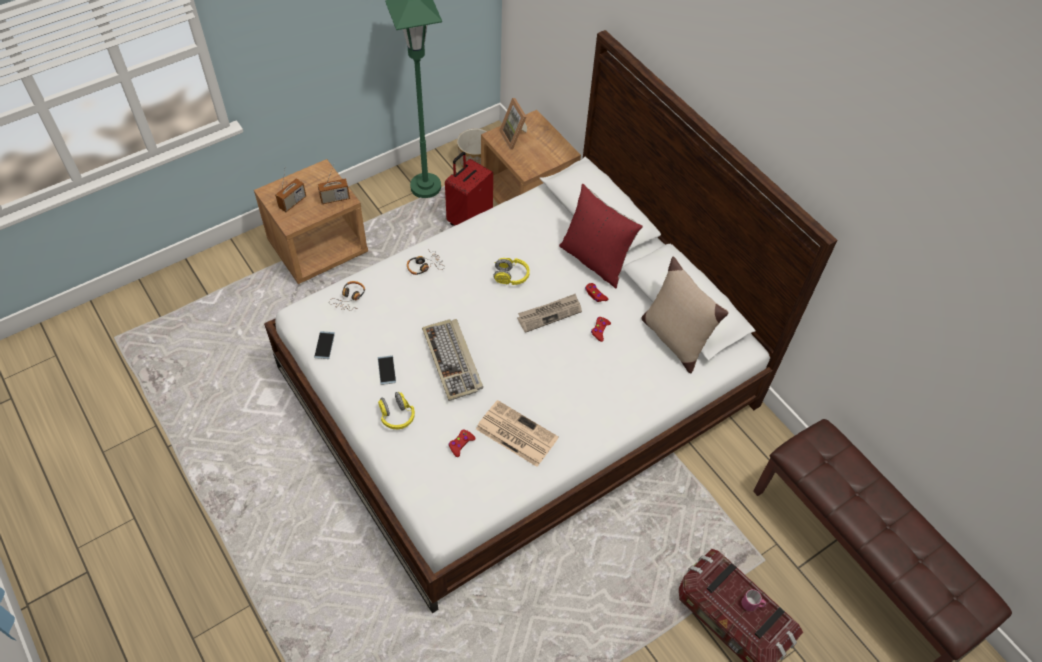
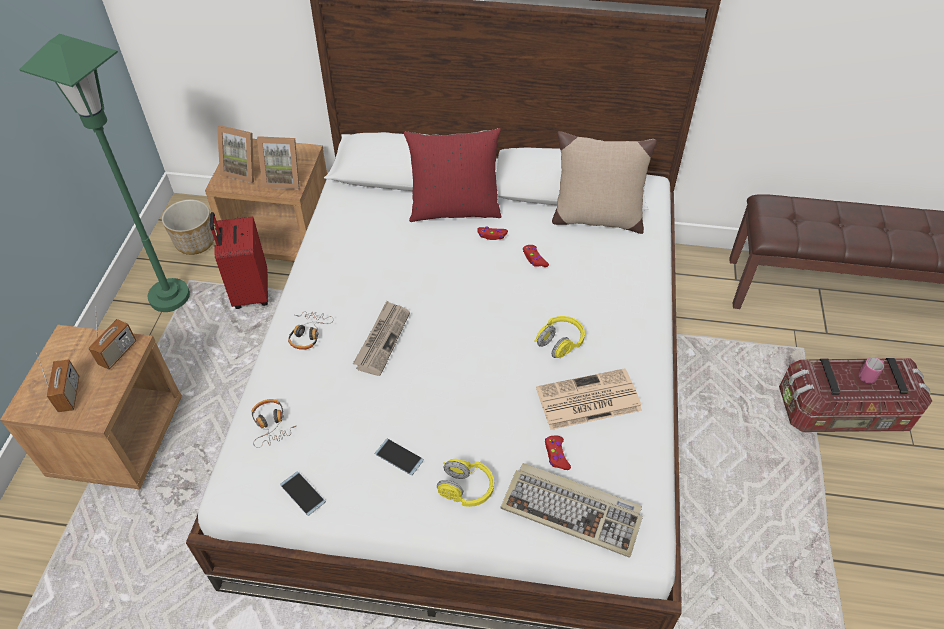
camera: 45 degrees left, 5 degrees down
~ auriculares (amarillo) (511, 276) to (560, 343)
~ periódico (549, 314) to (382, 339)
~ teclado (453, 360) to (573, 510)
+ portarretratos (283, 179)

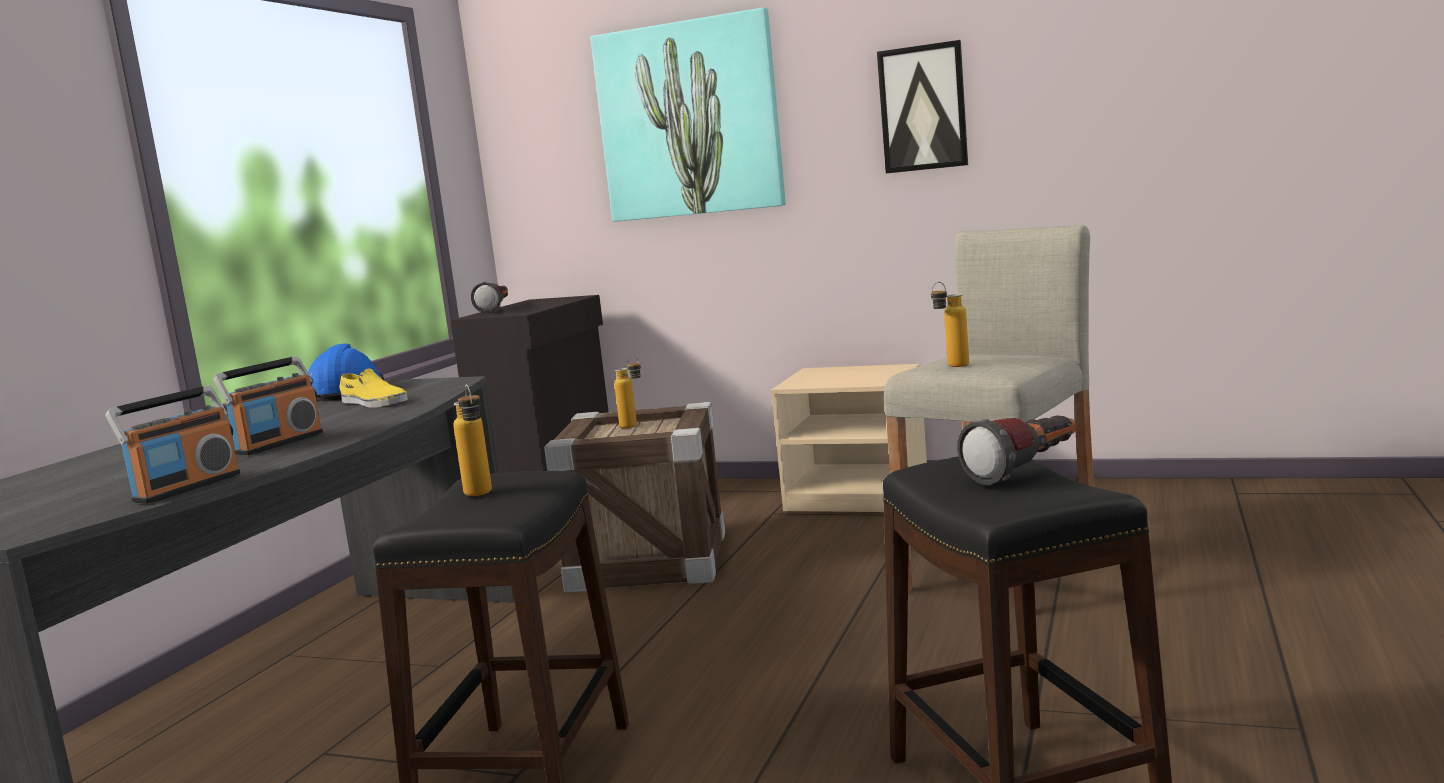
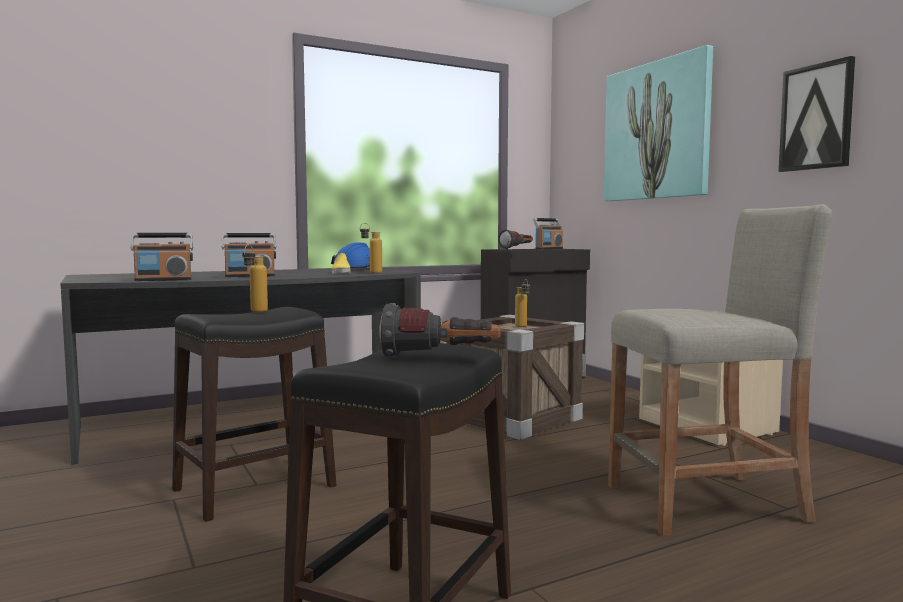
camera: 40 degrees right, 5 degrees down
~ botella (951, 367) to (371, 272)
+ radio (548, 249)

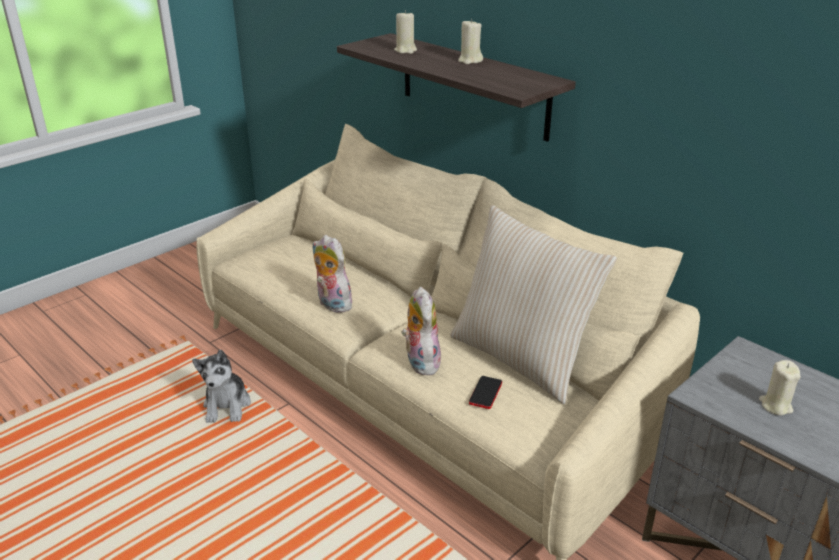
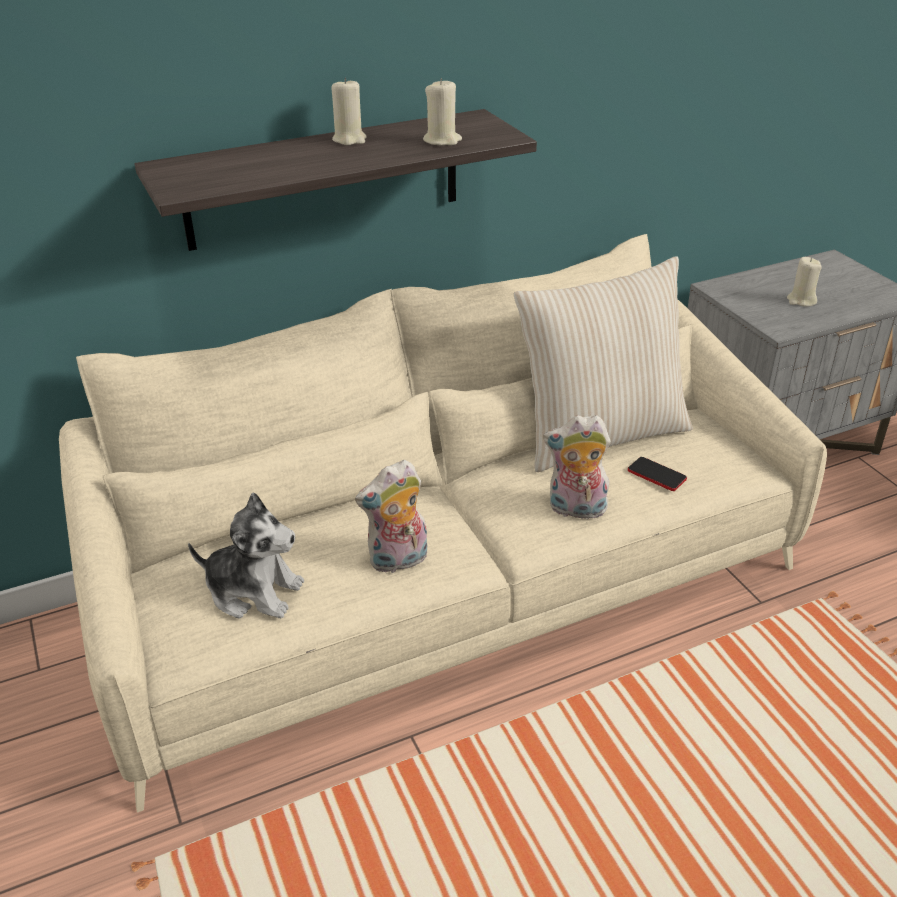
camera: 70 degrees left, 5 degrees up
~ vela (beis) (405, 50) to (442, 140)
~ peluche (227, 405) to (254, 591)

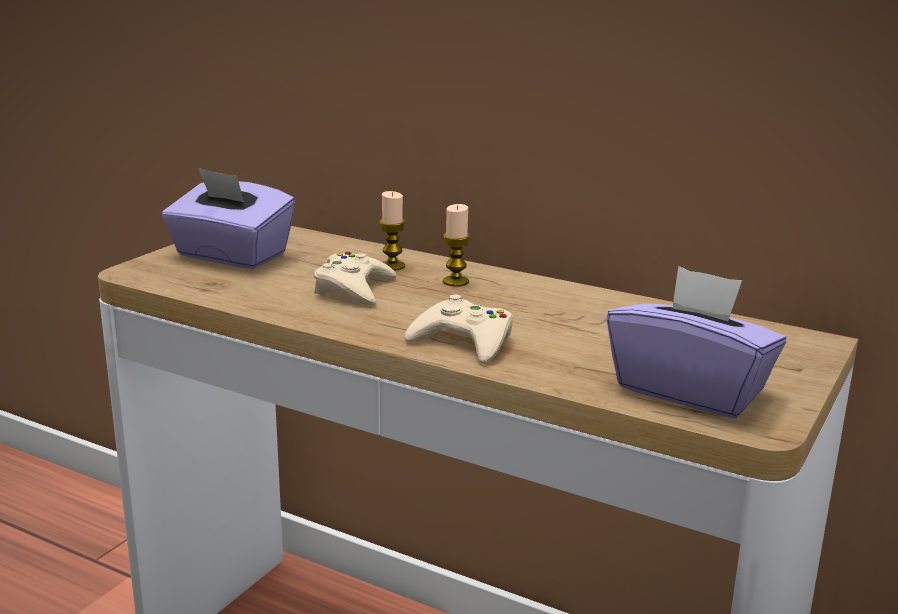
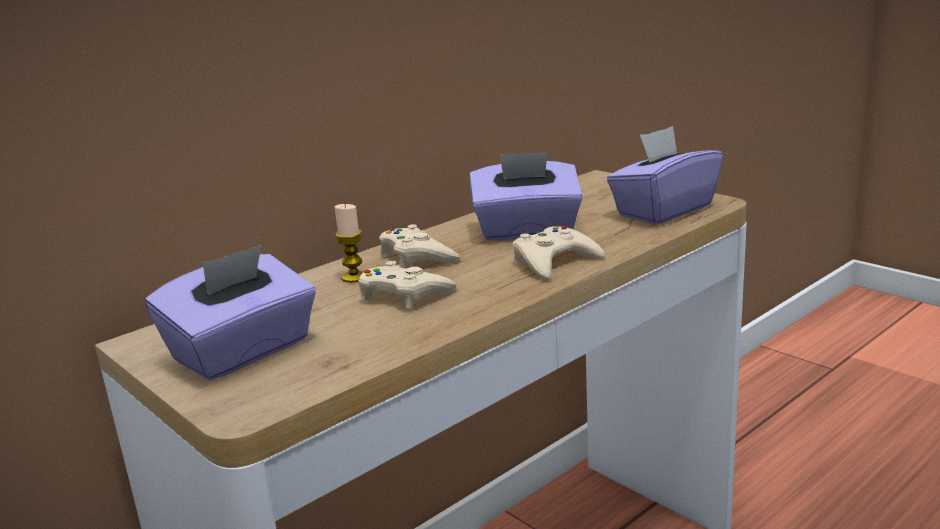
camera: 70 degrees left, 0 degrees up
~ vela (455, 282) to mando de consola (beis) (417, 256)
+ caja de pañuelos (morado) (527, 231)

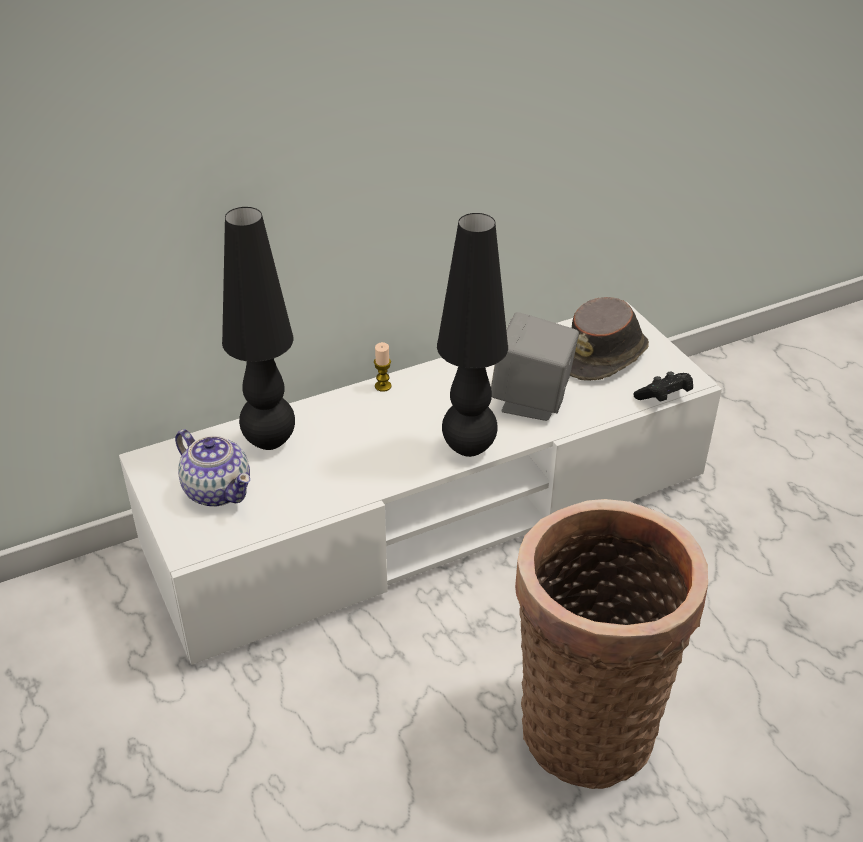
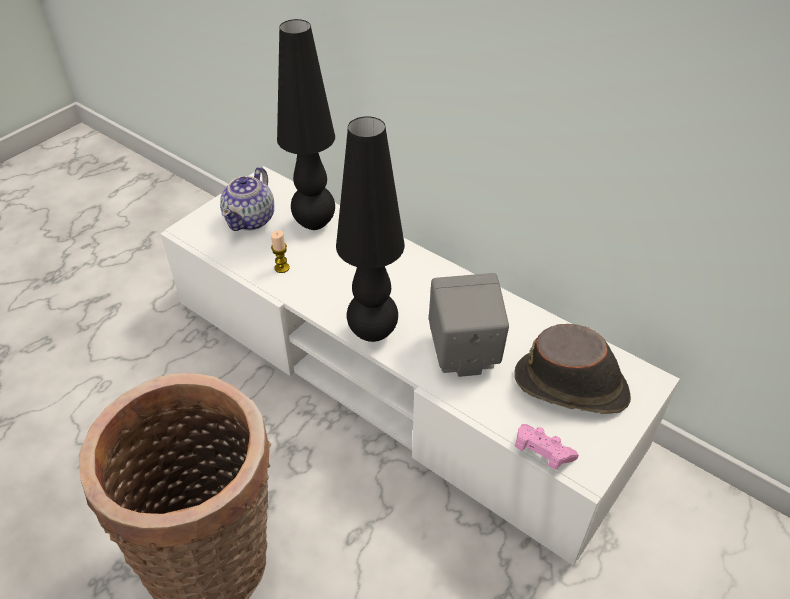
camera: 65 degrees right, 5 degrees up
~ vela (383, 386) to (282, 268)
~ mando de consola (negro) (663, 397) to mando de consola (rosa) (541, 453)

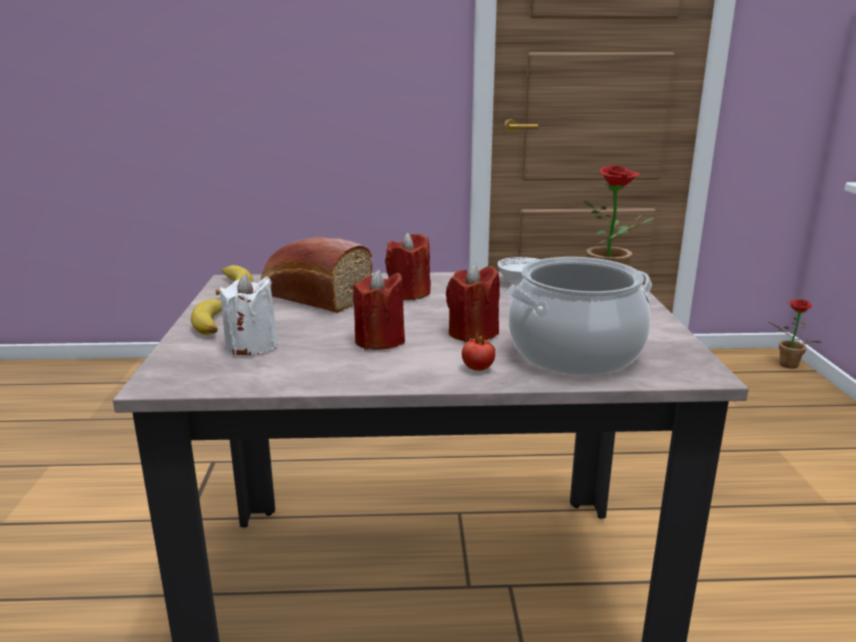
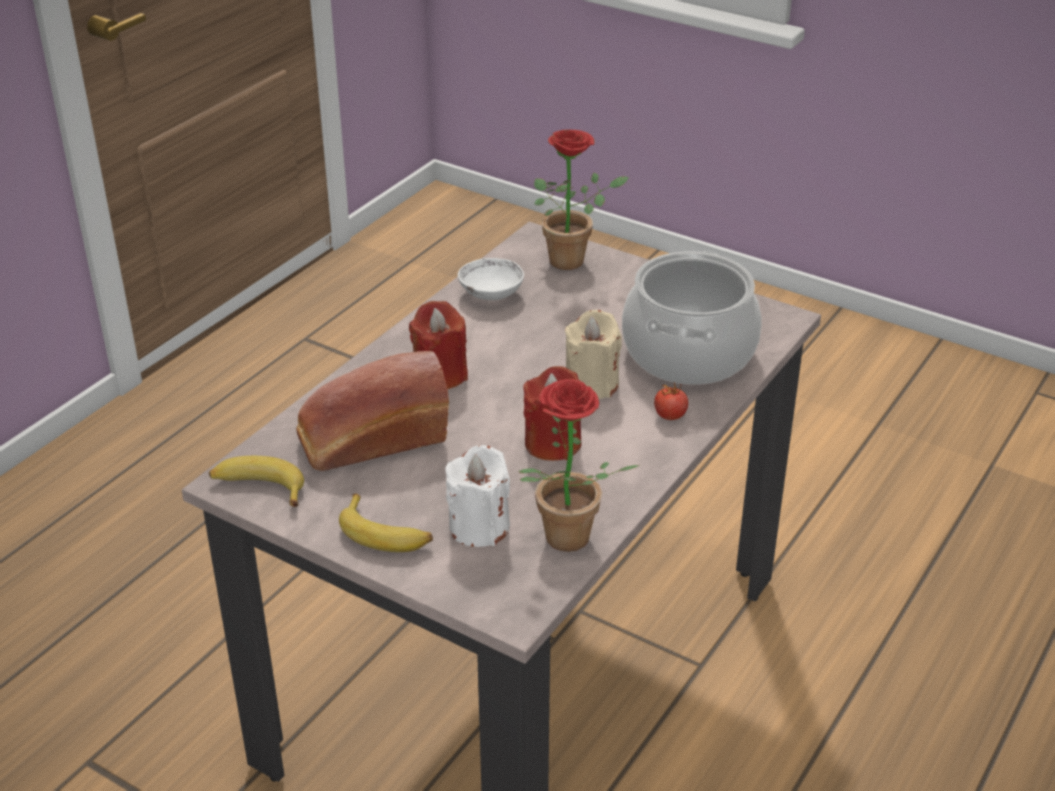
camera: 55 degrees left, 15 degrees up
~ vela (rojo) (472, 333) to vela (beis) (591, 384)
~ planta en maceta (785, 365) to (564, 543)

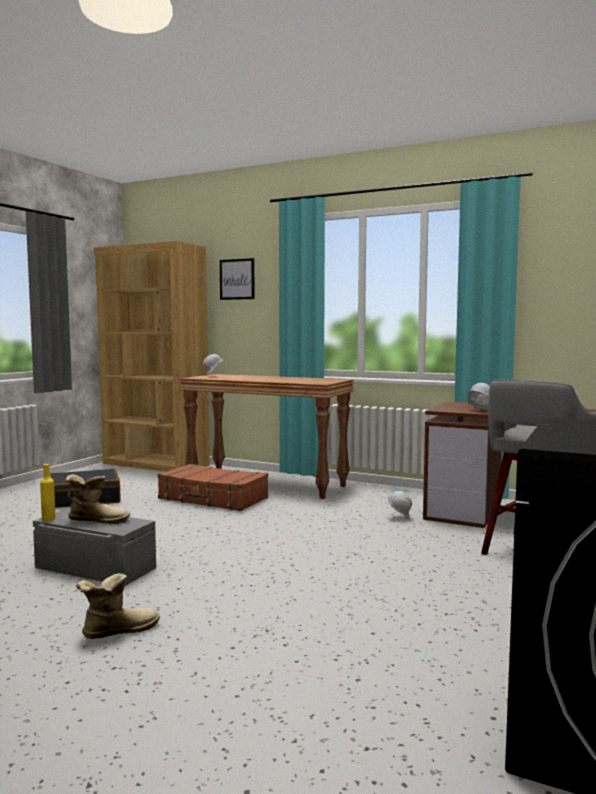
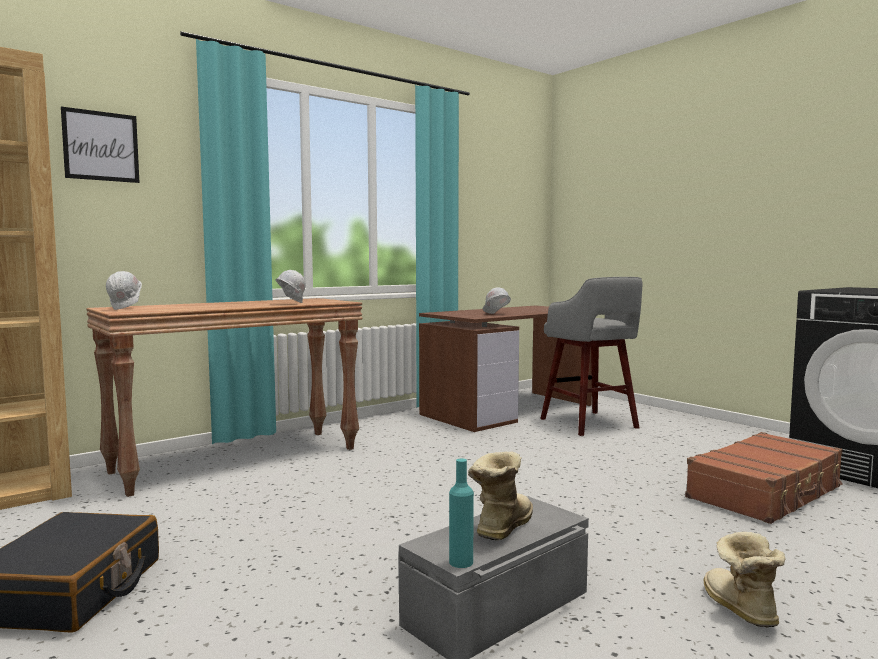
camera: 65 degrees left, 0 degrees up
~ botella (amarillo) (48, 519) to botella (turquesa) (461, 562)
~ maleta (marrón) (213, 499) to (766, 493)
~ casco (blanco) (399, 517) to (290, 303)

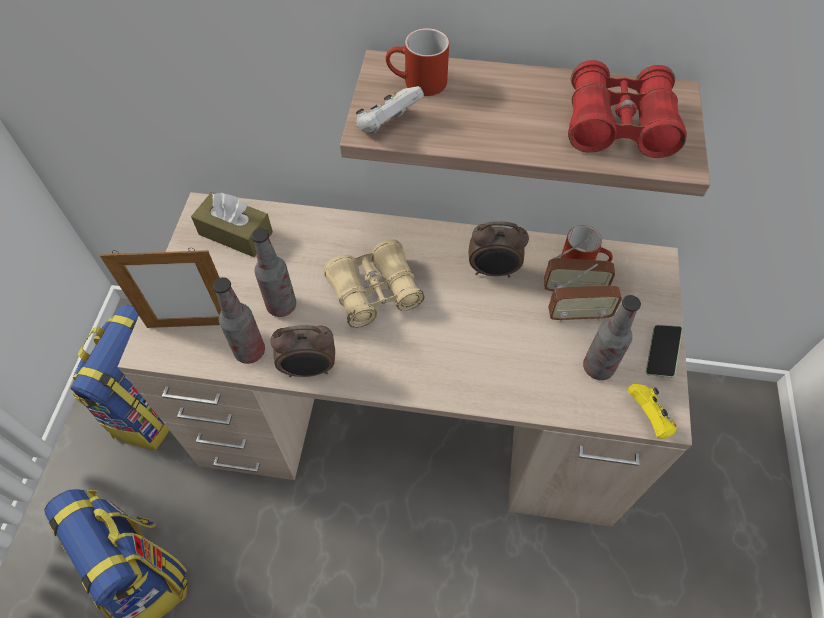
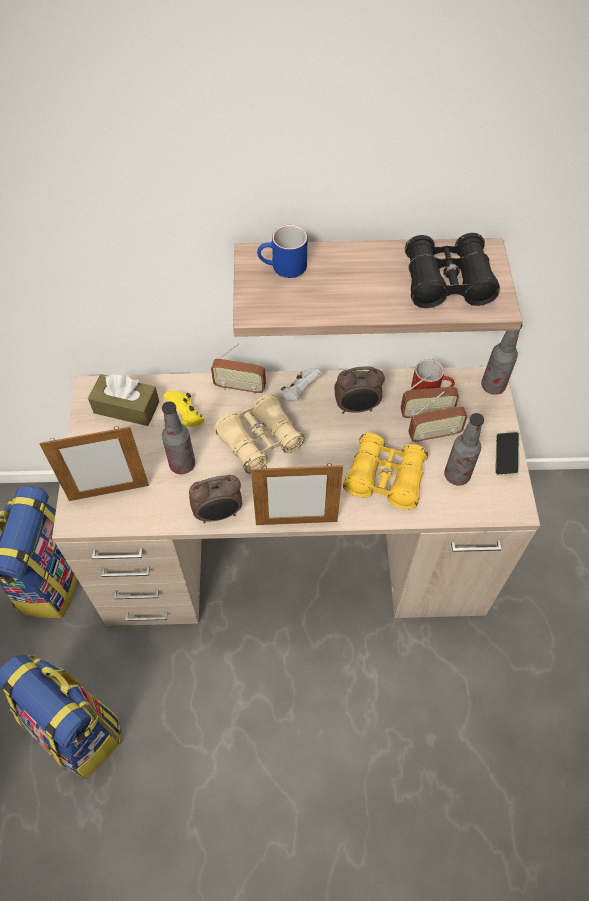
camera: 10 degrees left, 0 degrees up
~ taza grande (rojo) (417, 83) to taza grande (azul) (283, 267)
~ prismáticos (rojo) (618, 125) to prismáticos (negro) (447, 282)
~ mando de consola (blanco) (387, 125) to (299, 392)
~ botella (250, 351) to (493, 386)
~ mando de consola (amarillo) (648, 418) to (187, 416)
+ radio (240, 387)
+ prismáticos (amarillo) (385, 478)
+ portarretratos (296, 522)

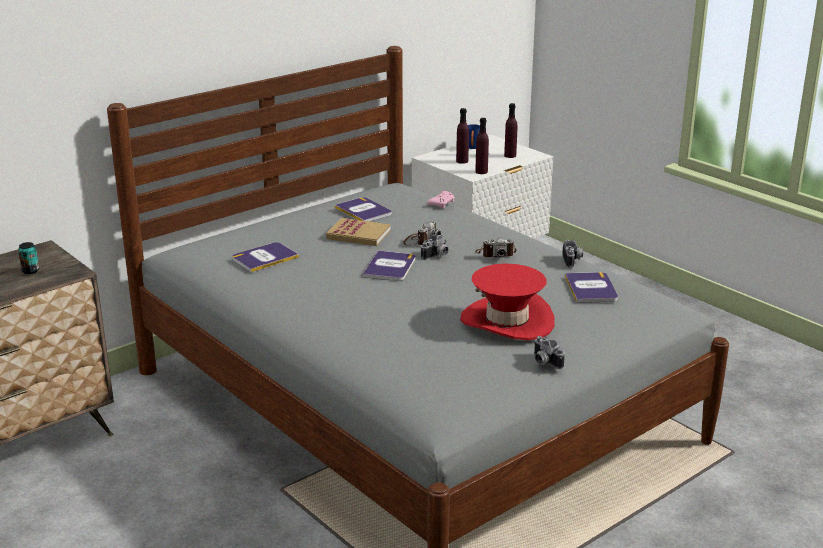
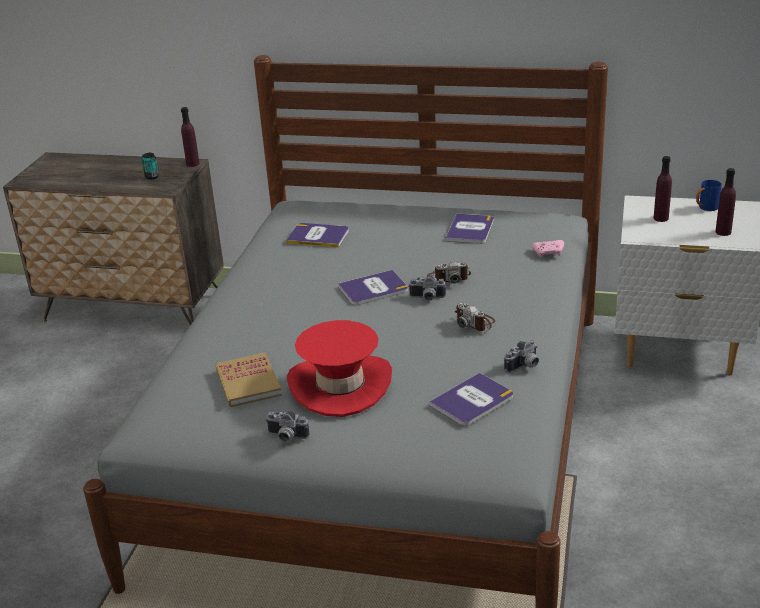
camera: 55 degrees right, 5 degrees up
~ botella (morado) (481, 172) to (193, 164)
~ libro (358, 235) to (248, 382)
~ cámara (544, 362) = (286, 437) 90 degrees counterclockwise

